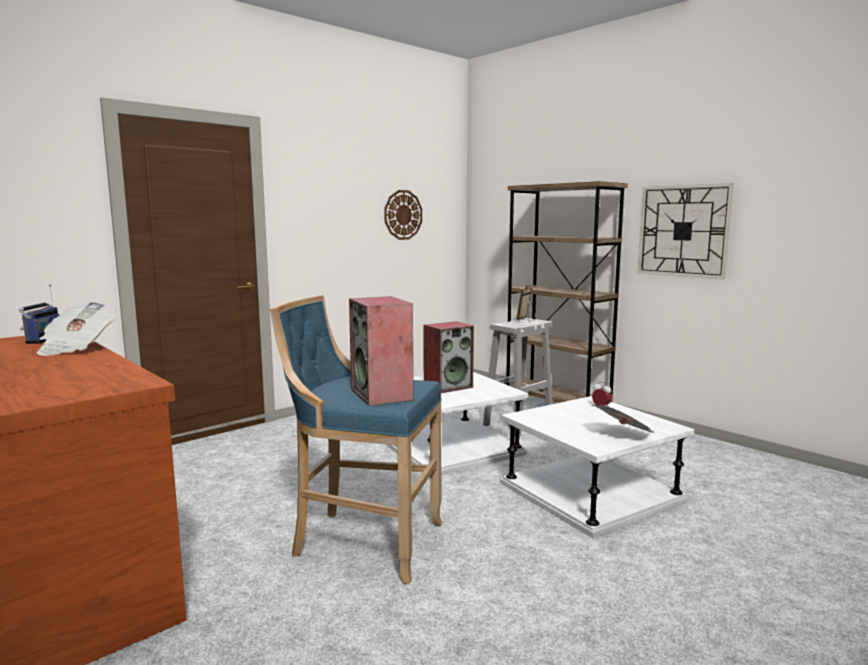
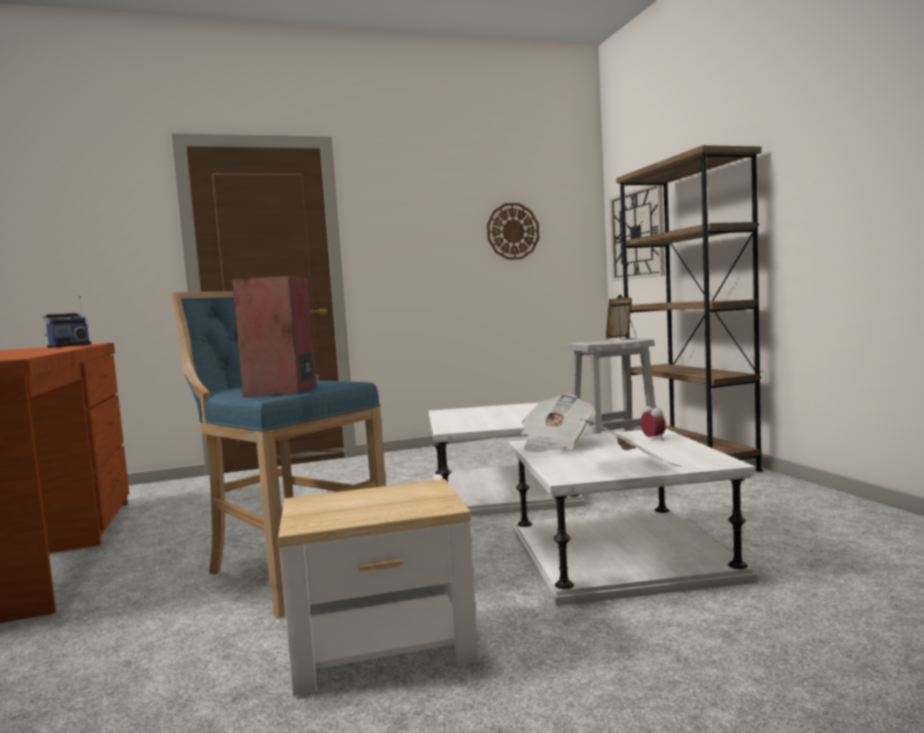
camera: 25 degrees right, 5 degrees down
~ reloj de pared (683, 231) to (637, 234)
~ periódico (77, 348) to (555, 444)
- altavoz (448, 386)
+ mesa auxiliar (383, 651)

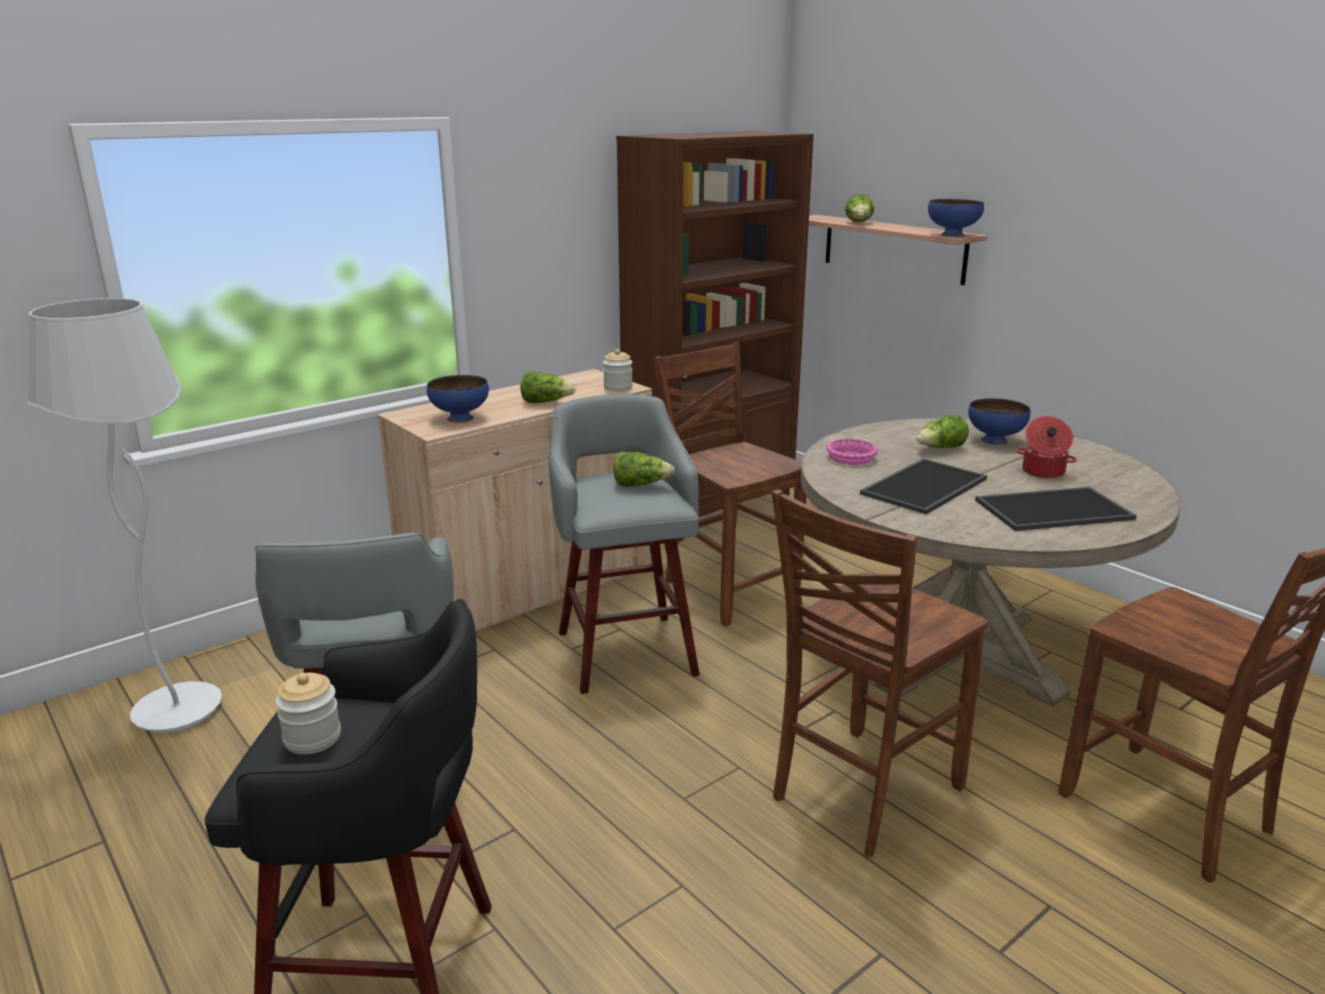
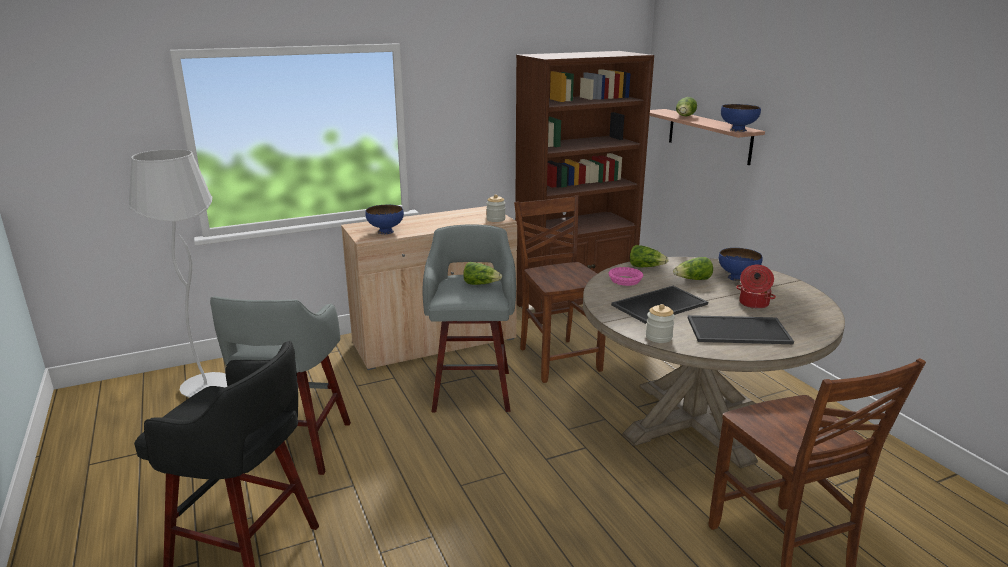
camera: 15 degrees right, 0 degrees up
~ lechuga (546, 402) to (646, 267)
- silla (marrón) (862, 792)
~ tarro (312, 738) to (658, 337)

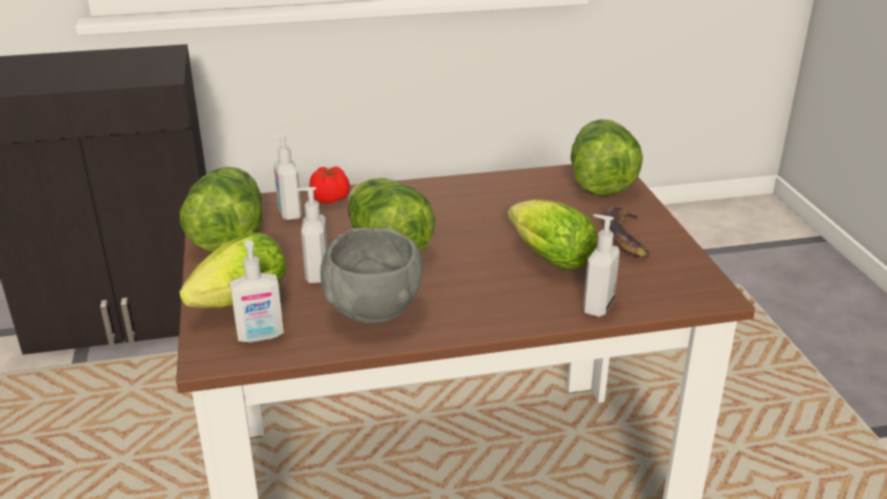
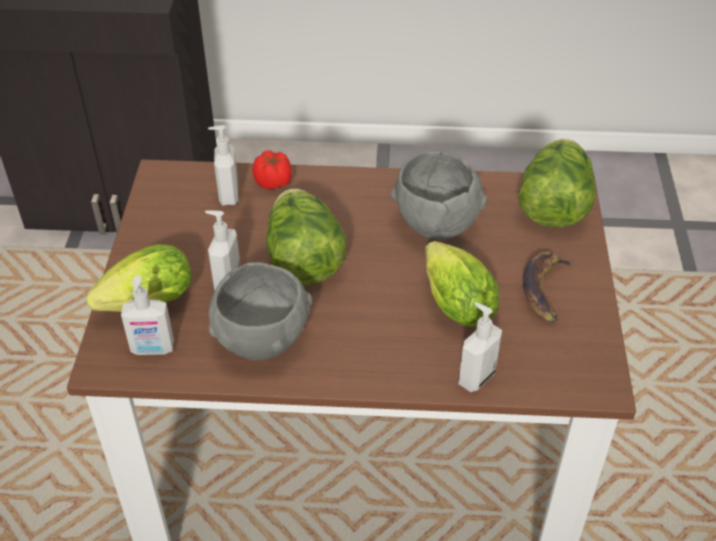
camera: 15 degrees right, 15 degrees up
- lechuga (229, 237)
+ cuenco (gris) (435, 223)

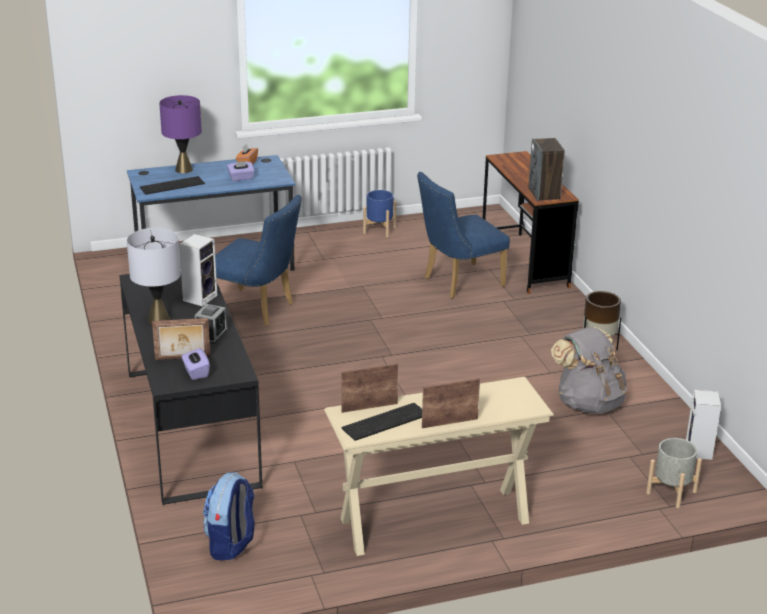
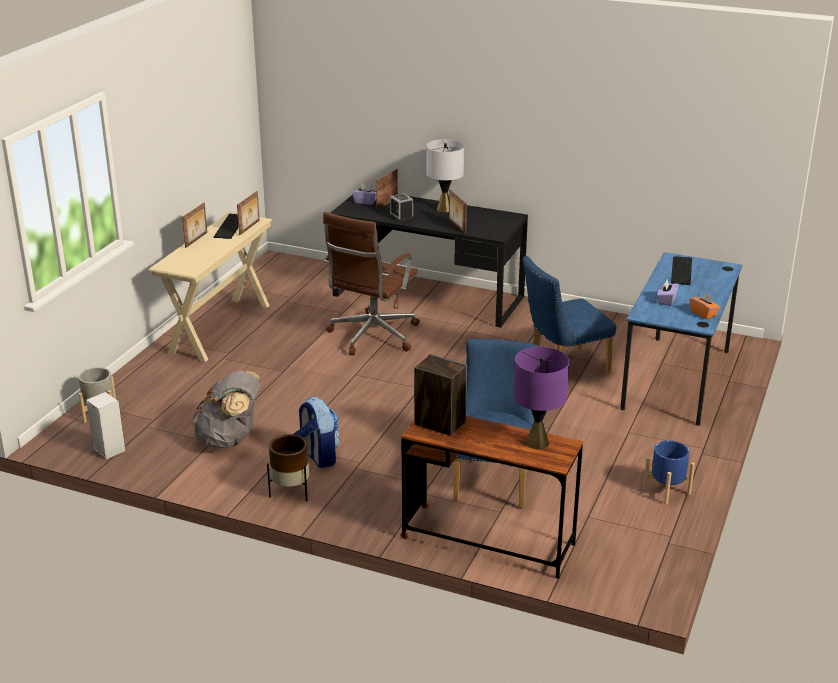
camera: 130 degrees right, 0 degrees up
~ lámpara de mesa (morado) (184, 169) to (537, 442)
~ altavoz (200, 297) to portarretratos (456, 226)
~ mochila (231, 544) to (317, 456)
+ silla de oficina (marrón) (372, 336)

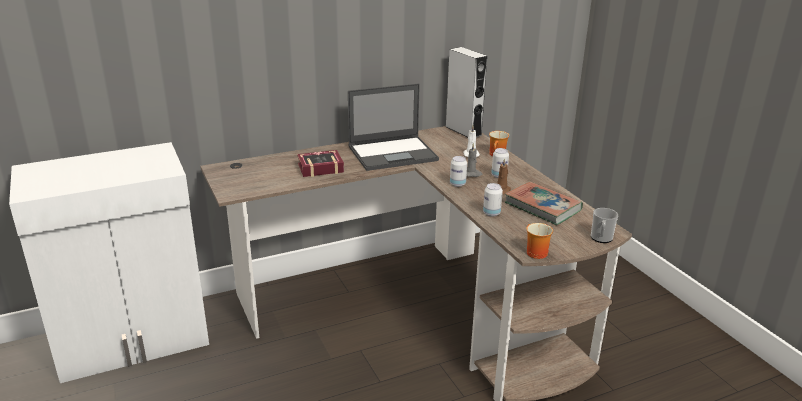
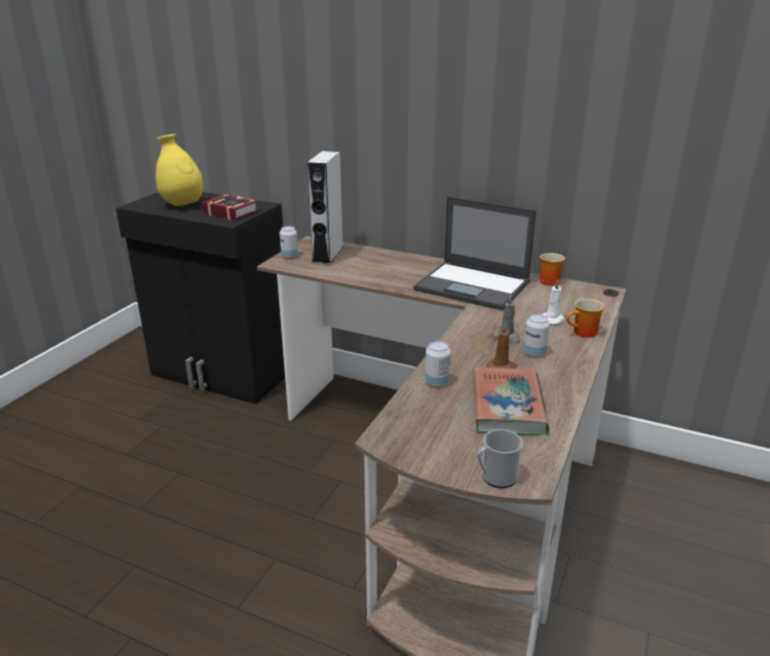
camera: 50 degrees right, 0 degrees up
~ altavoz (gris) (463, 131) to (327, 254)
~ armario (blanco) (134, 342) to armario (negro) (222, 374)
~ libro (318, 168) to (230, 211)
~ lata (457, 184) to (289, 256)
~ taza grande (534, 252) to (548, 280)
+ florero (amarillo) (183, 205)

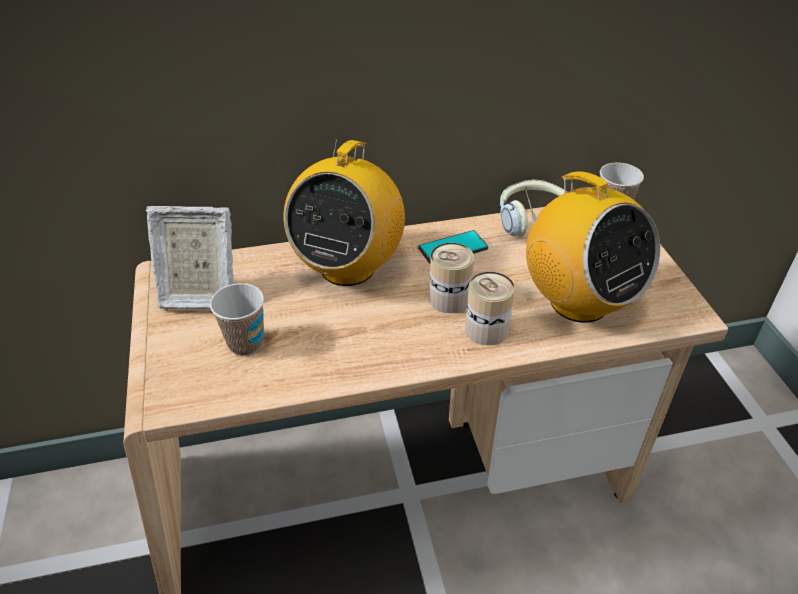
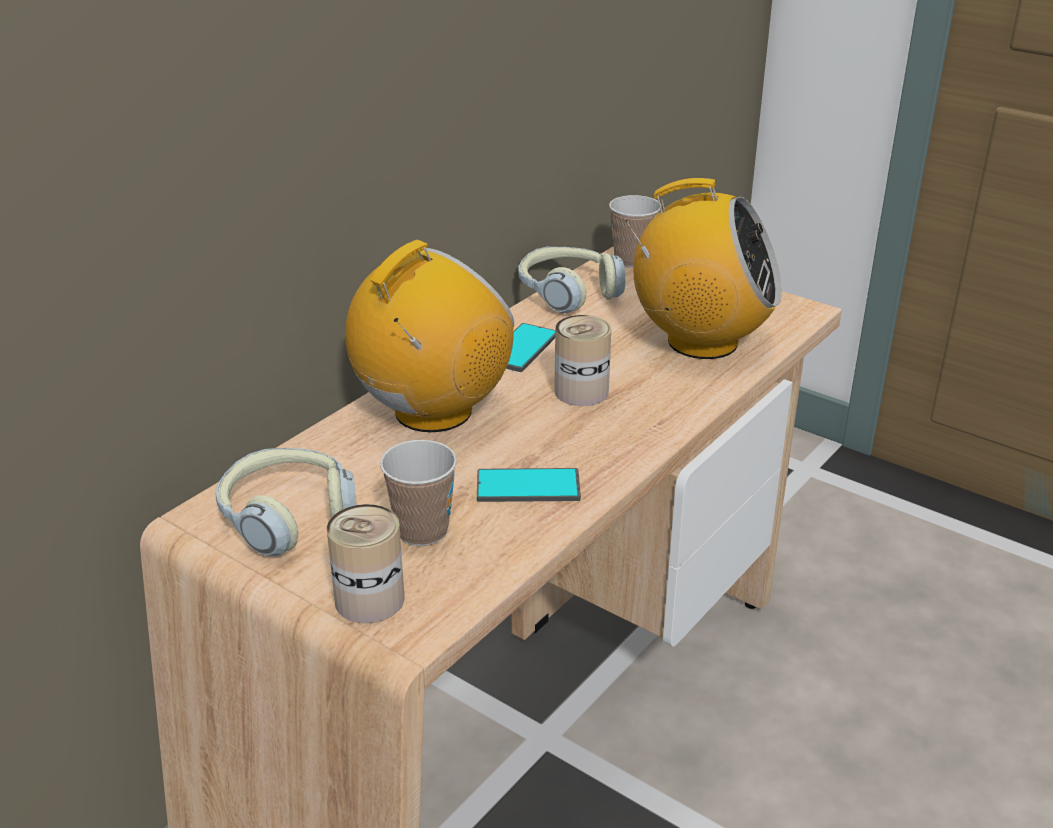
camera: 40 degrees left, 10 degrees down
~ radio (347, 267) = (432, 412) 120 degrees counterclockwise
~ portarretratos (199, 294) to auriculares (288, 516)
~ lata (486, 329) to (369, 599)
+ móvil (528, 486)

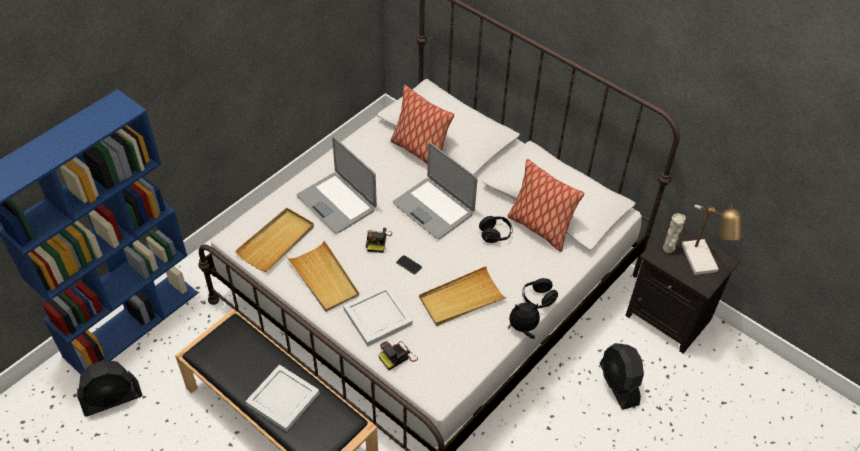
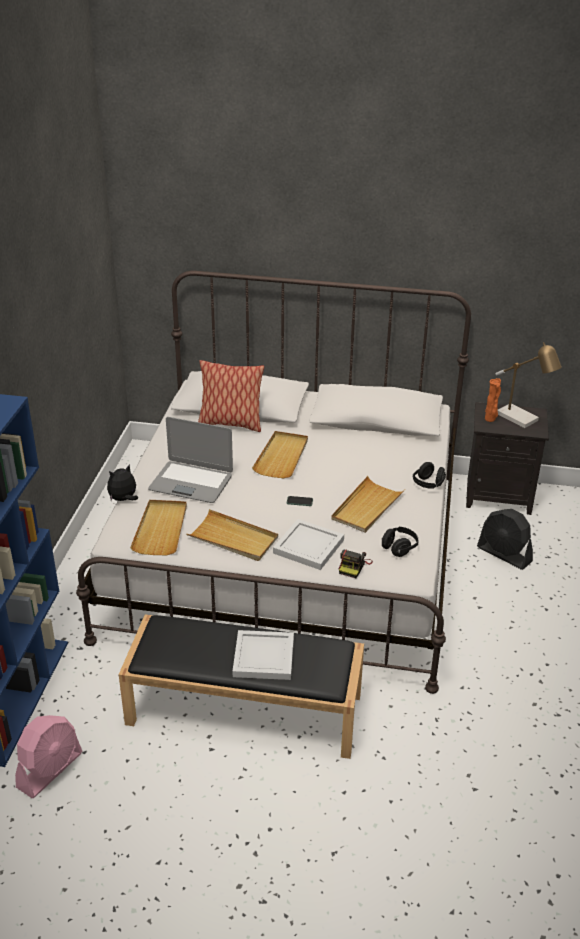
camera: 30 degrees left, 15 degrees down
~ portátil (433, 208) to bandeja (beis) (282, 457)
- cojín (539, 228)
~ florero (beis) (668, 249) to florero (naranja) (490, 419)
~ auriculares (negro) (495, 234) to (399, 548)
- cámara (377, 241)
~ peluche (523, 328) to (123, 499)
~ ventilador (negro) (112, 399) to ventilador (rosa) (50, 770)

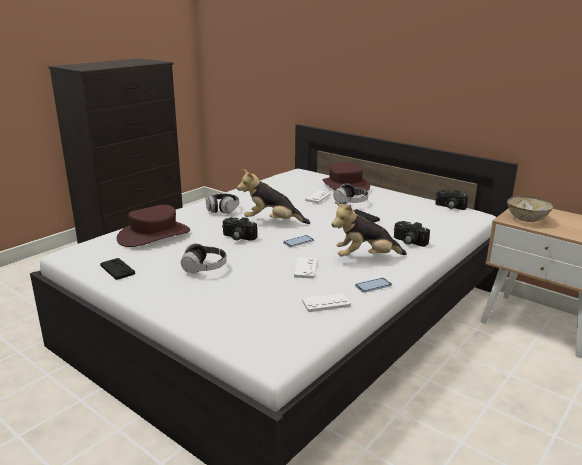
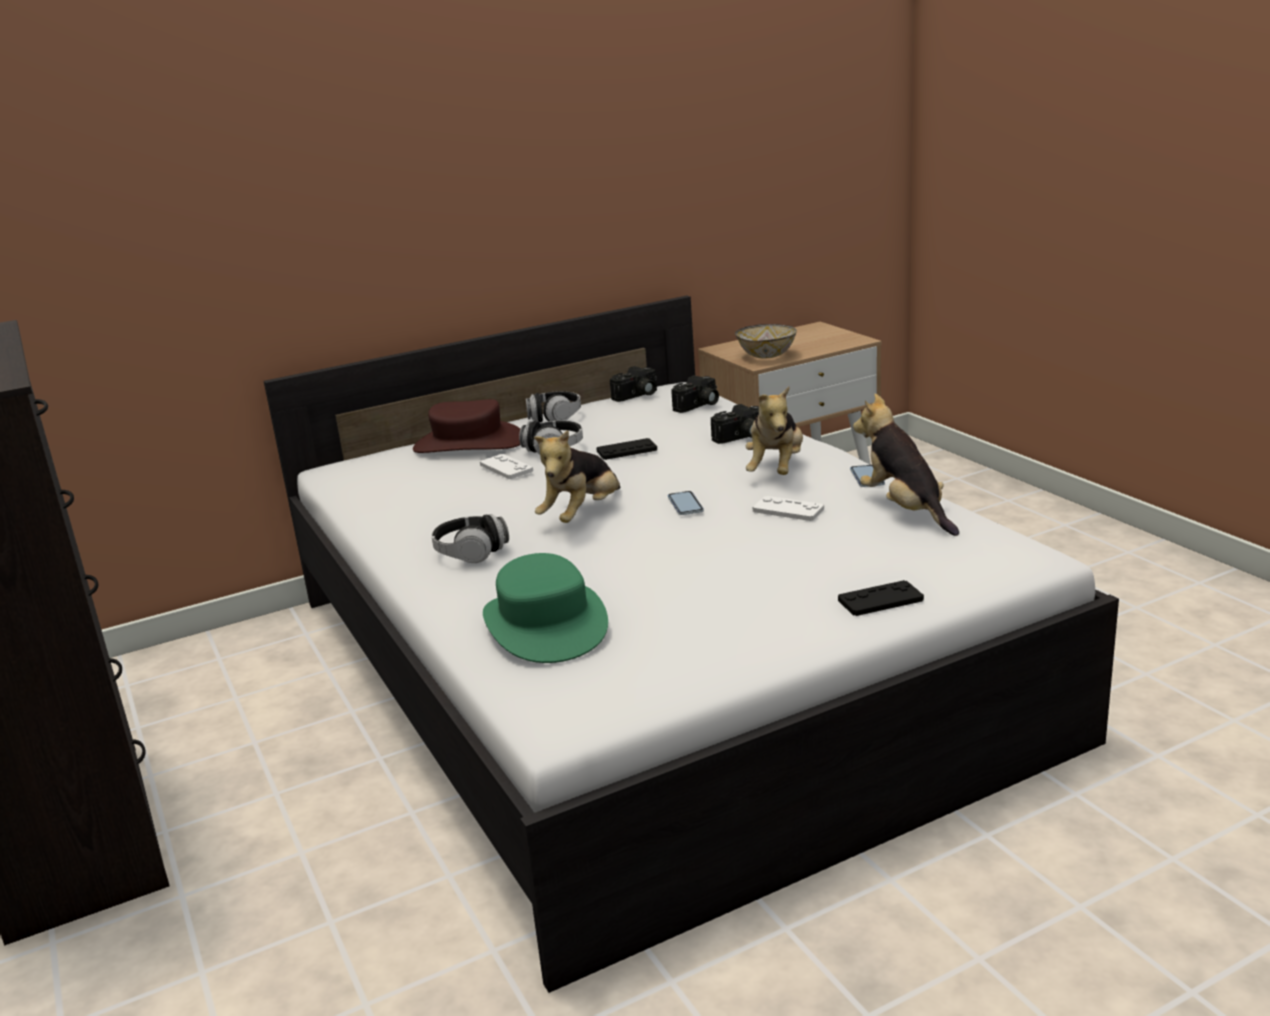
camera: 65 degrees left, 0 degrees up
~ sombrero (marrón) (154, 235) to sombrero (verde) (545, 624)
~ cámara (237, 237) to (698, 406)
~ auriculares (204, 268) to (554, 418)
~ mando de consola (negro) (117, 269) to (880, 600)
~ mando de consola (blanco) (326, 303) to peluche (905, 510)

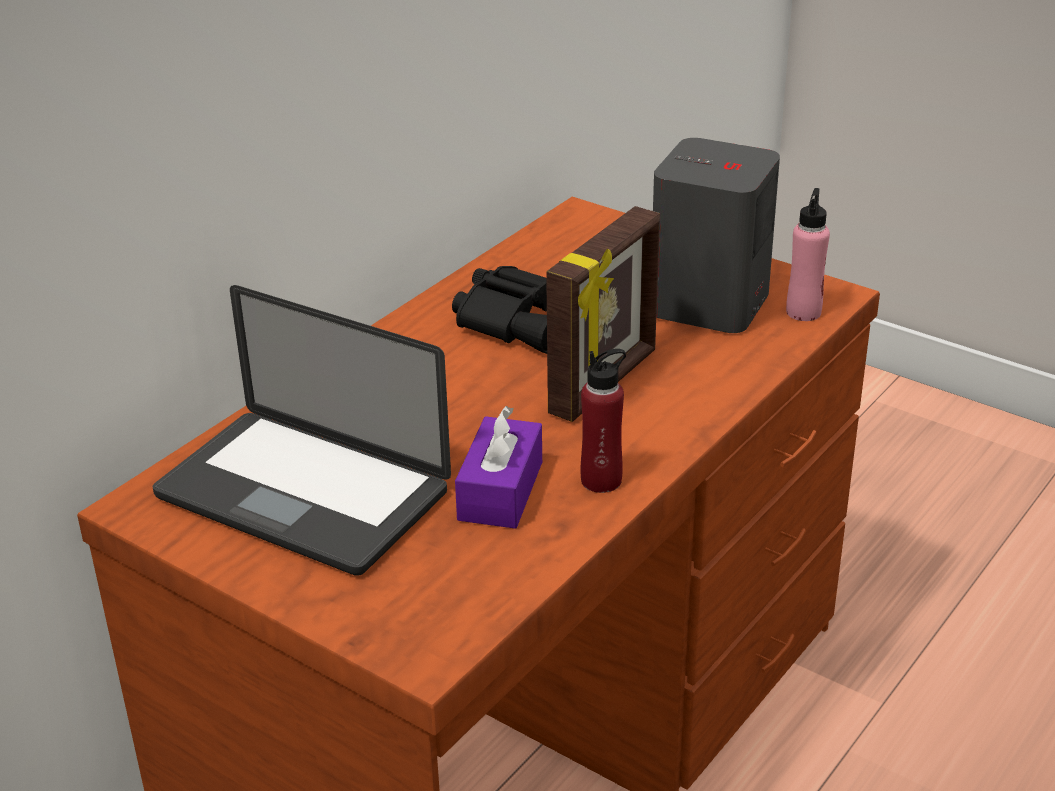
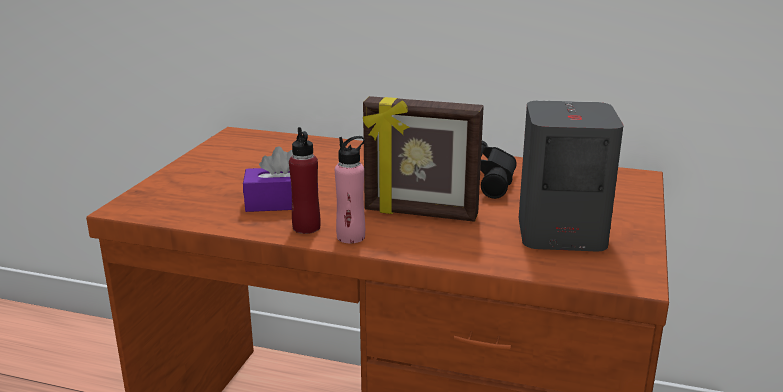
camera: 70 degrees right, 10 degrees down
~ botella (rosa) (803, 312) to (351, 237)
- portátil (302, 494)

